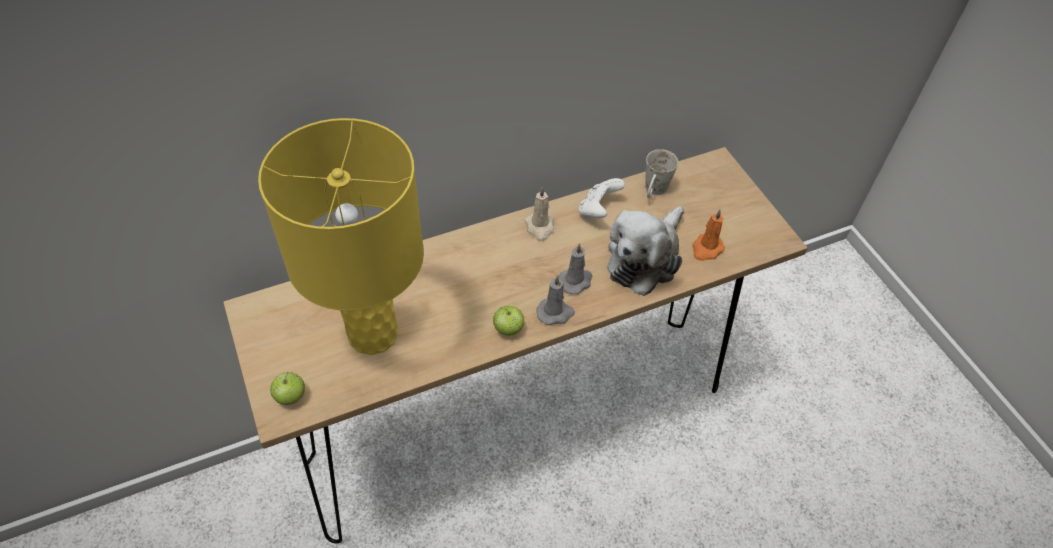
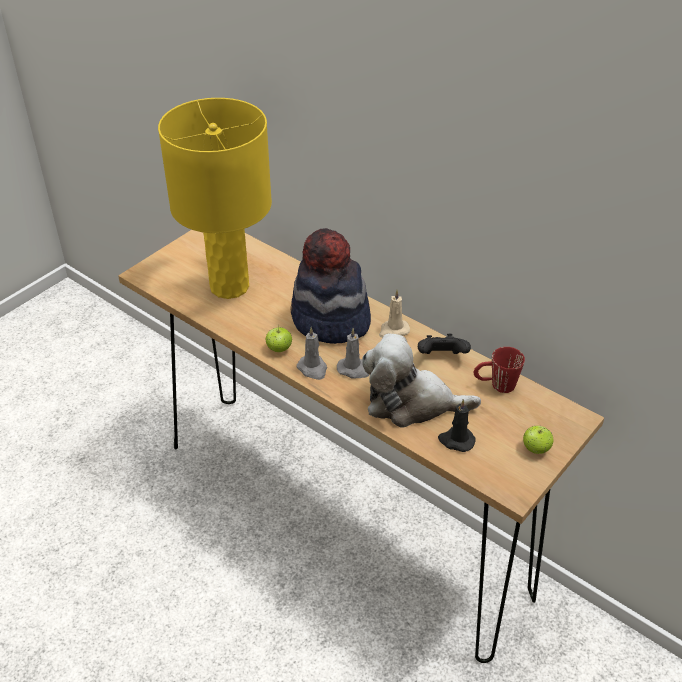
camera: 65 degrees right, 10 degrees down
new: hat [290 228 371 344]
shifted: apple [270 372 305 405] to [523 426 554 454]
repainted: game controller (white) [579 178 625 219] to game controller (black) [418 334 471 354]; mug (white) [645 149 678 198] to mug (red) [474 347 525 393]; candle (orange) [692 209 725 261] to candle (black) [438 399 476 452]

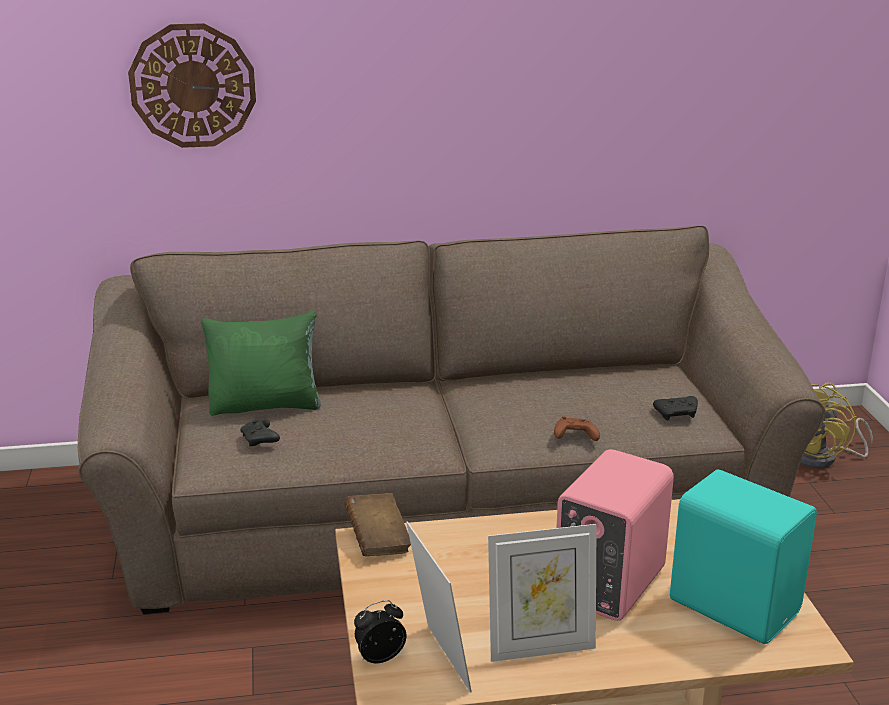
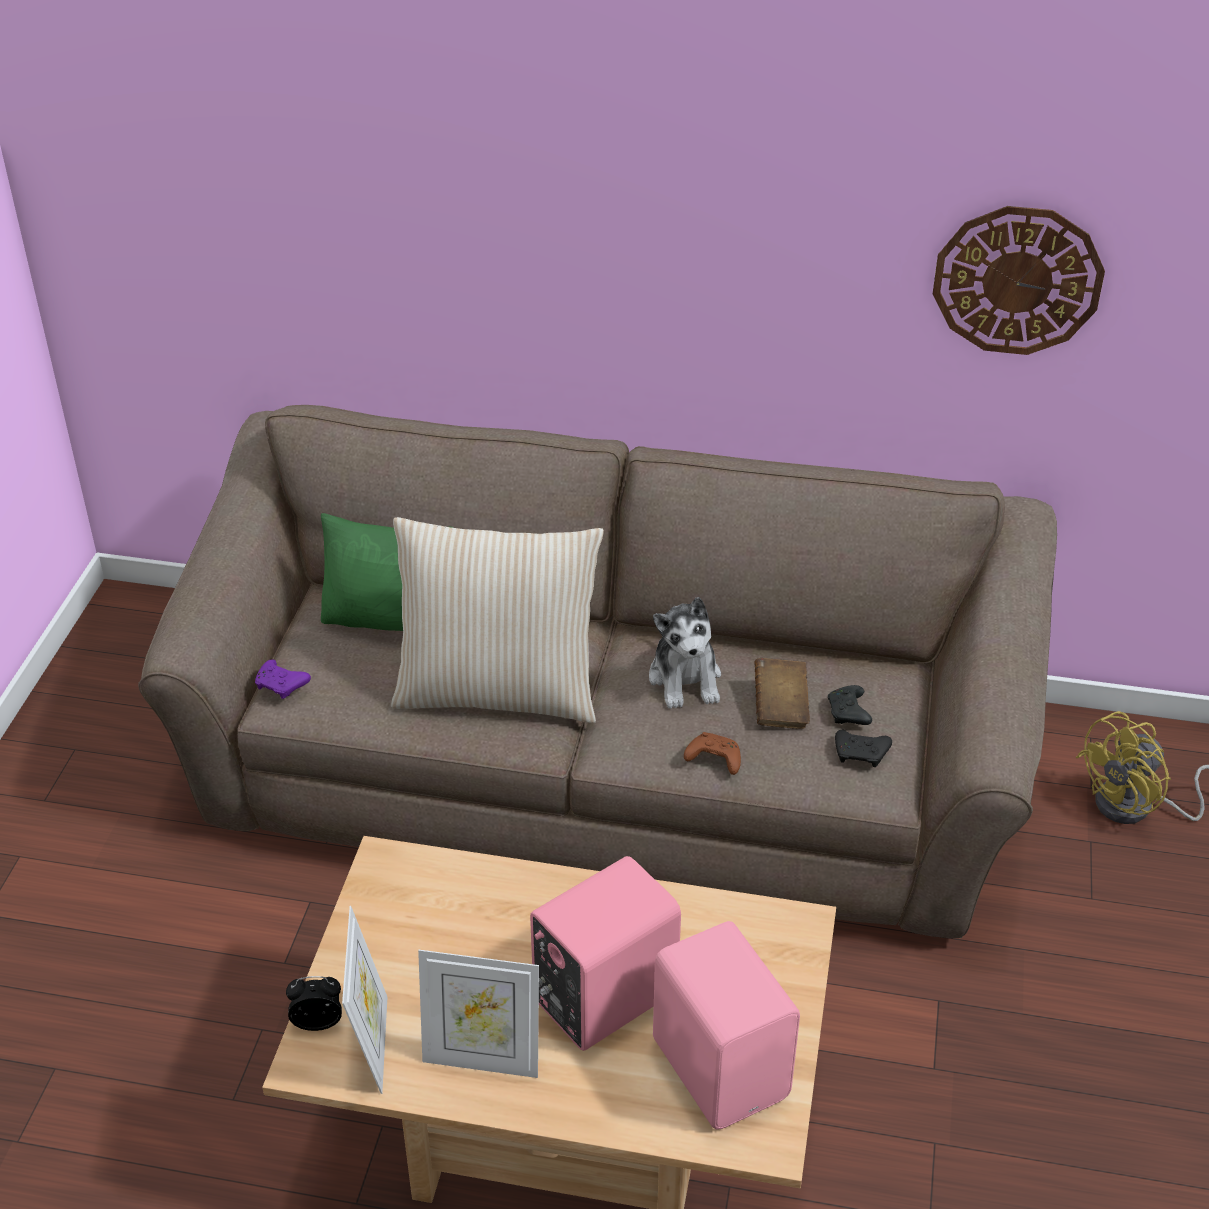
camera: 20 degrees right, 15 degrees up
new: game controller (purple) [255 660 311 699]; pillow (beige) [391 517 604 723]; plush toy [649 597 721 709]
shifted: wall clock [128 23 256 148] to [933 206 1105 355]; game controller (black) [240 419 280 446] to [828 685 872 725]; book (brown) [344 493 411 556] to [754 658 810 729]
repainted: speaker (turquoise) [670 469 817 644] to speaker (pink) [653 921 800 1130]

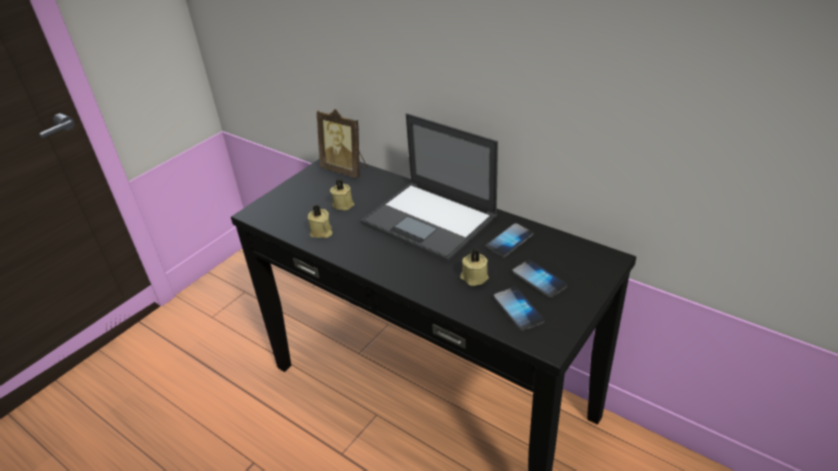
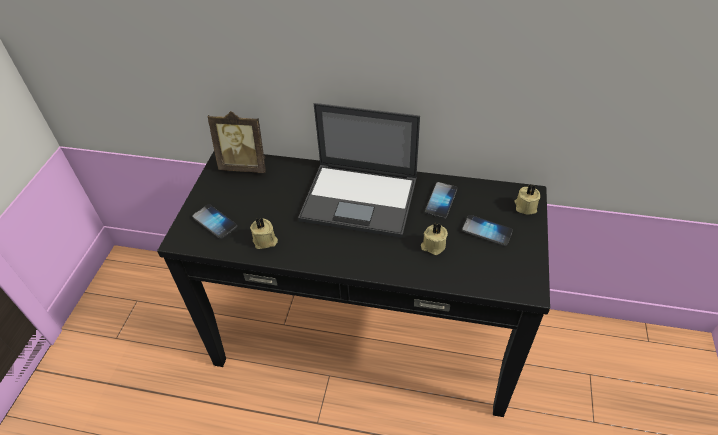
camera: 25 degrees left, 10 degrees up
shifted: candle (beige) [330 179 354 211] to [514 184 540 215]; phone [493 287 545 331] to [192 204 237 239]

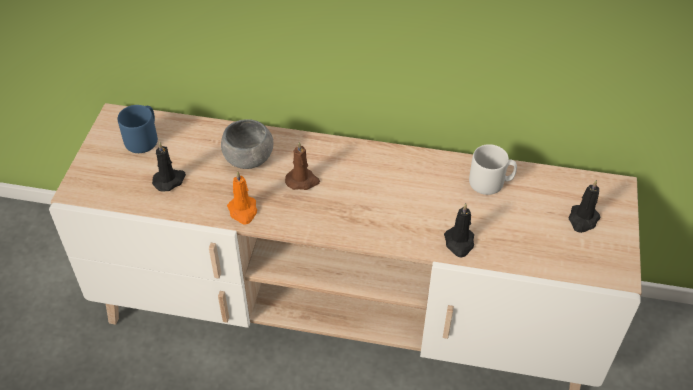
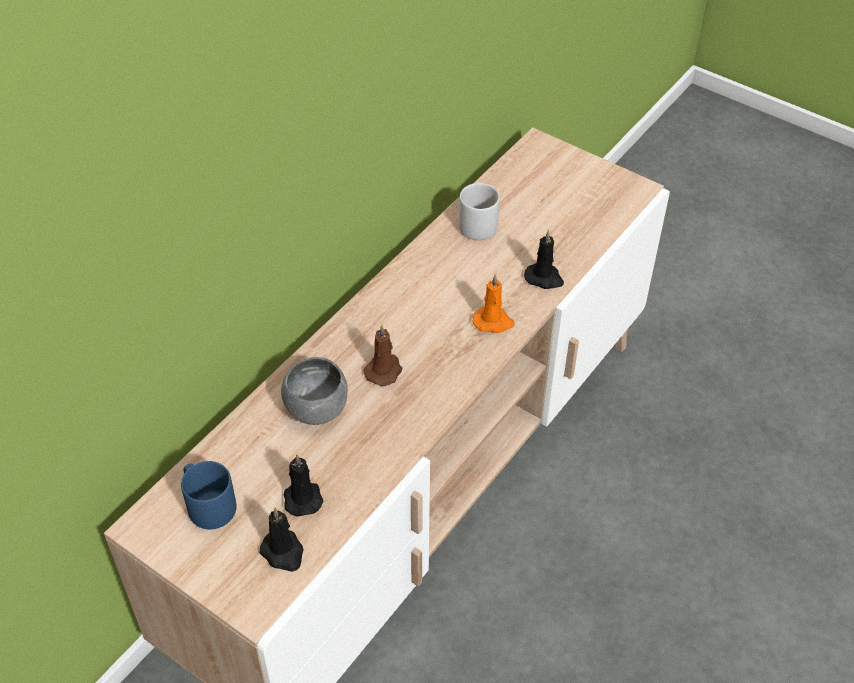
camera: 65 degrees left, 0 degrees up
shifted: candle (orange) [227 171 257 224] to [473 274 515 333]; candle (black) [569 180 600 233] to [259 508 303 572]

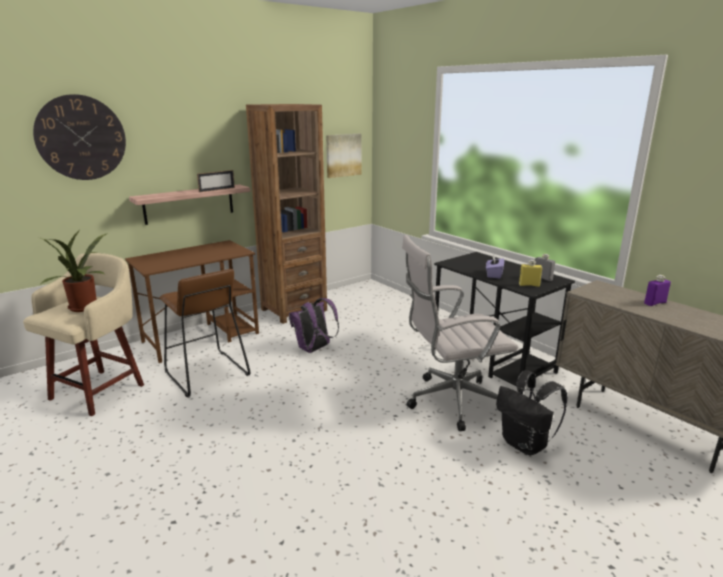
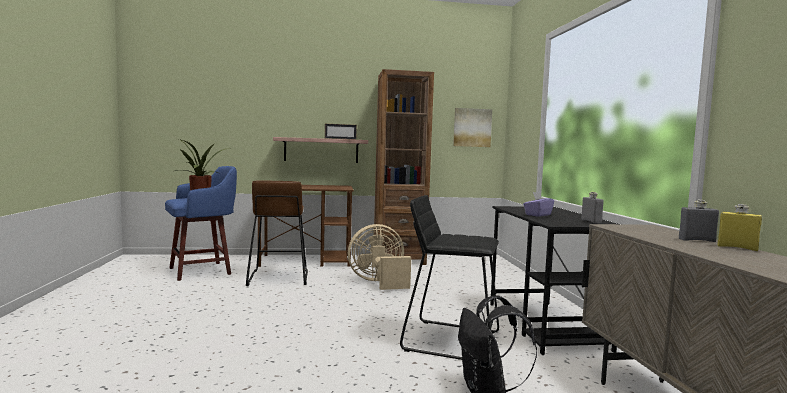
camera: 30 degrees right, 15 degrees down
gone: wall clock [33 94 126 180]
shifted: bottle (yellow) [519 260 542 287] to [717 204 762 251]
swapped: backpack (purple) [289 298 339 353] to fan (beige) [348 224 411 290]; office chair (white) [402 235 518 431] to stool (black) [400 195 499 360]
repainted: stool (beige) [23 253 144 416] to stool (blue) [165 166 237 281]; bottle (purple) [644 275 671 306] to bottle (grey) [679 200 719 242]

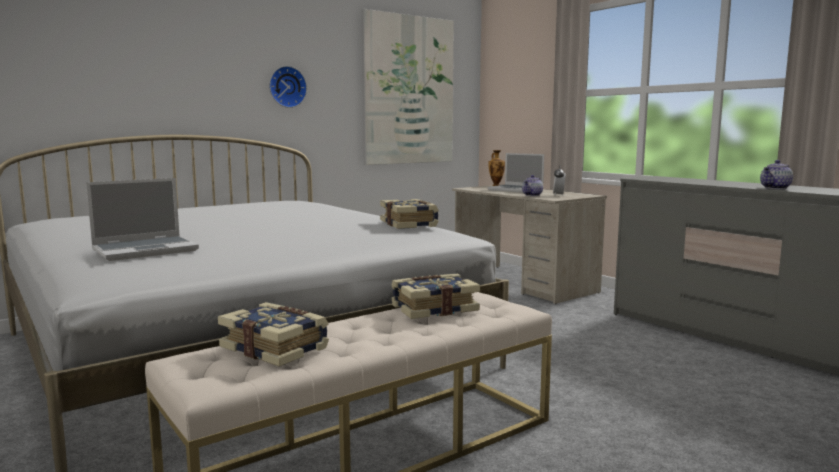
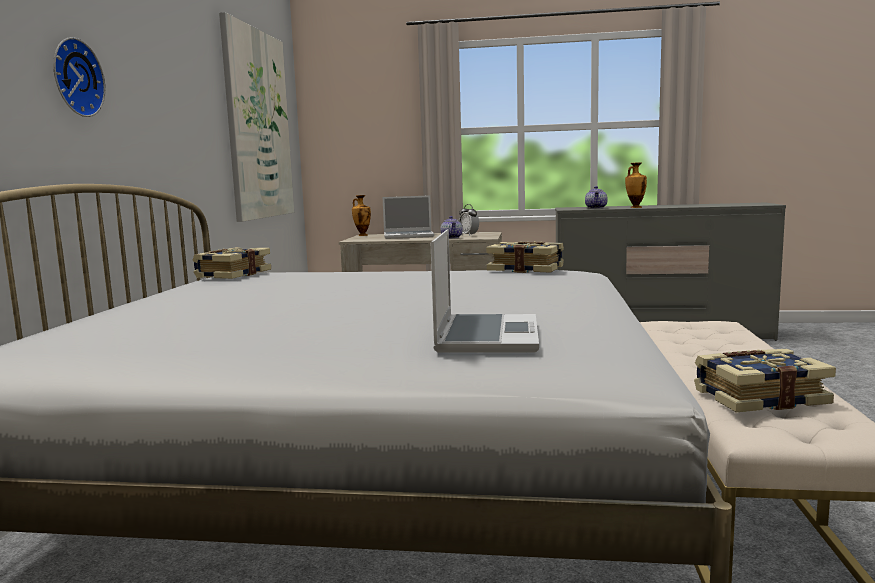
camera: 45 degrees left, 0 degrees up
new: vase [625 162 647 208]
shifted: wall clock [269 66 307 108] to [53 37 106 117]; book [391 274 480 319] to [192 247 271 279]; teapot [760 160 793 189] to [585 186 608 209]

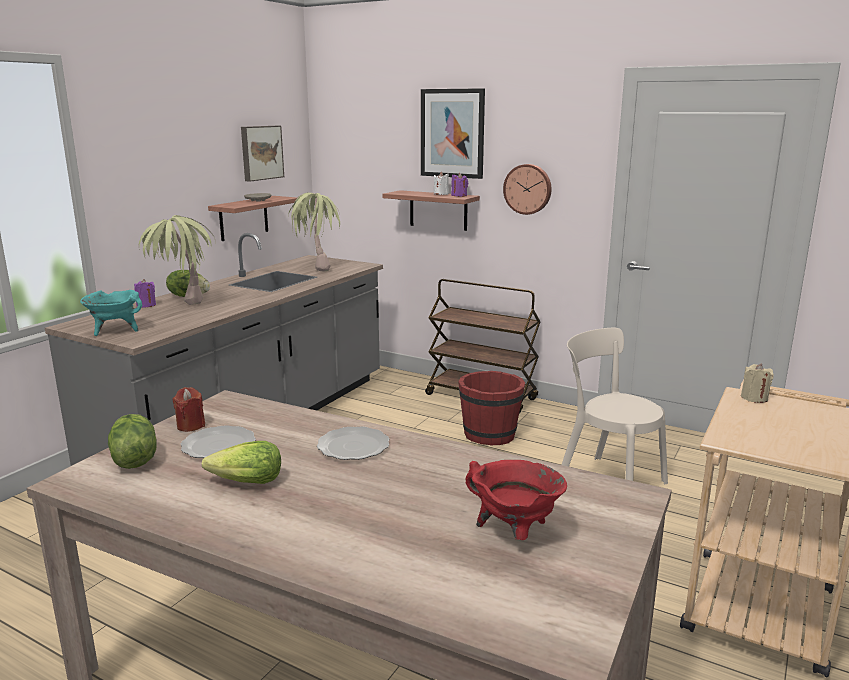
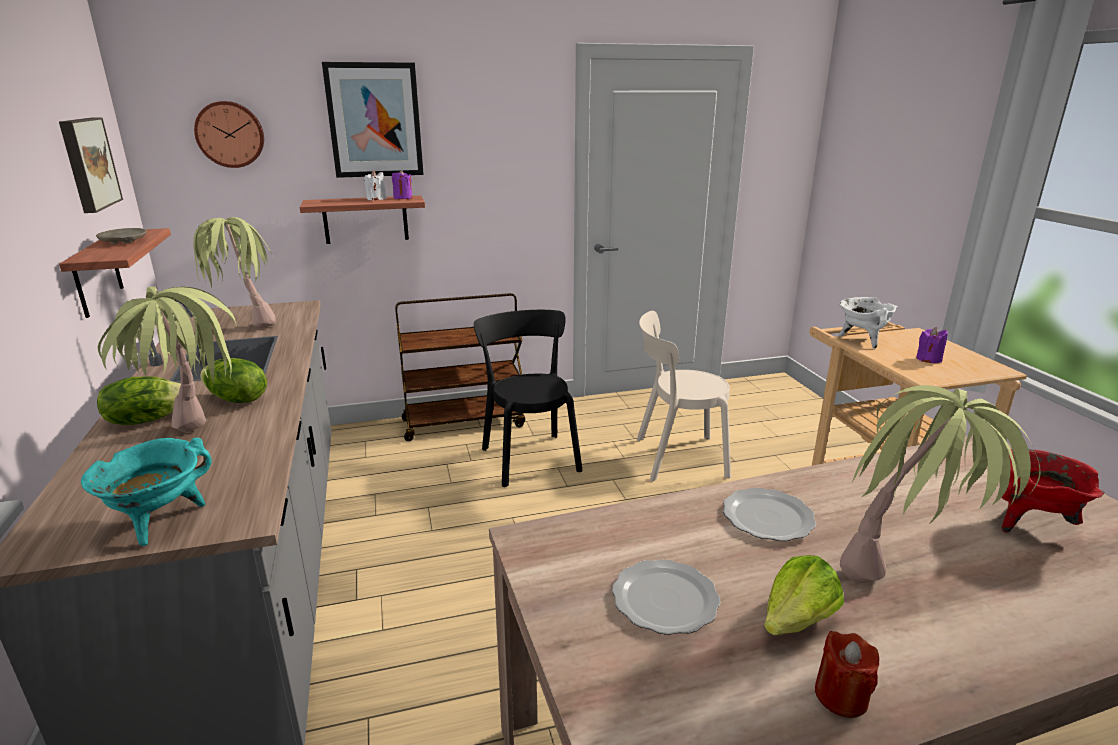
camera: 45 degrees left, 5 degrees up
new: potted plant [840 385 1041 583]
shifted: lettuce [108 414 157 469] to [200 358 267 403]; candle (purple) [134 279 156 308] to [916 327 948 363]; candle (red) [172 387 205 432] to [815 631 879 718]; wall clock [503 164 552 215] to [194 101 264 168]
swapped: bucket (red) [458 371 525 445] to chair (black) [474 310 583 487]; candle (beige) [741 364 774 403] to cooking pot (white) [838 297 898 349]

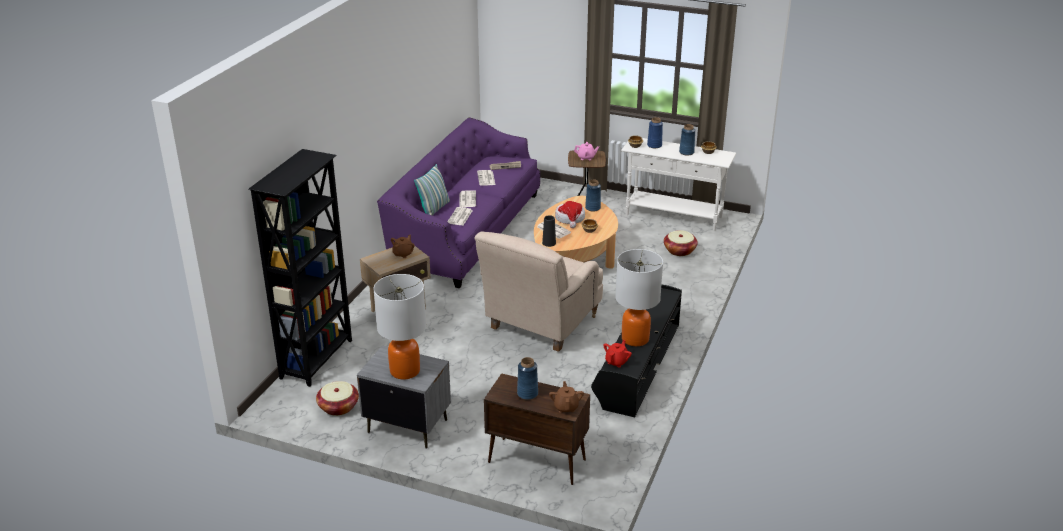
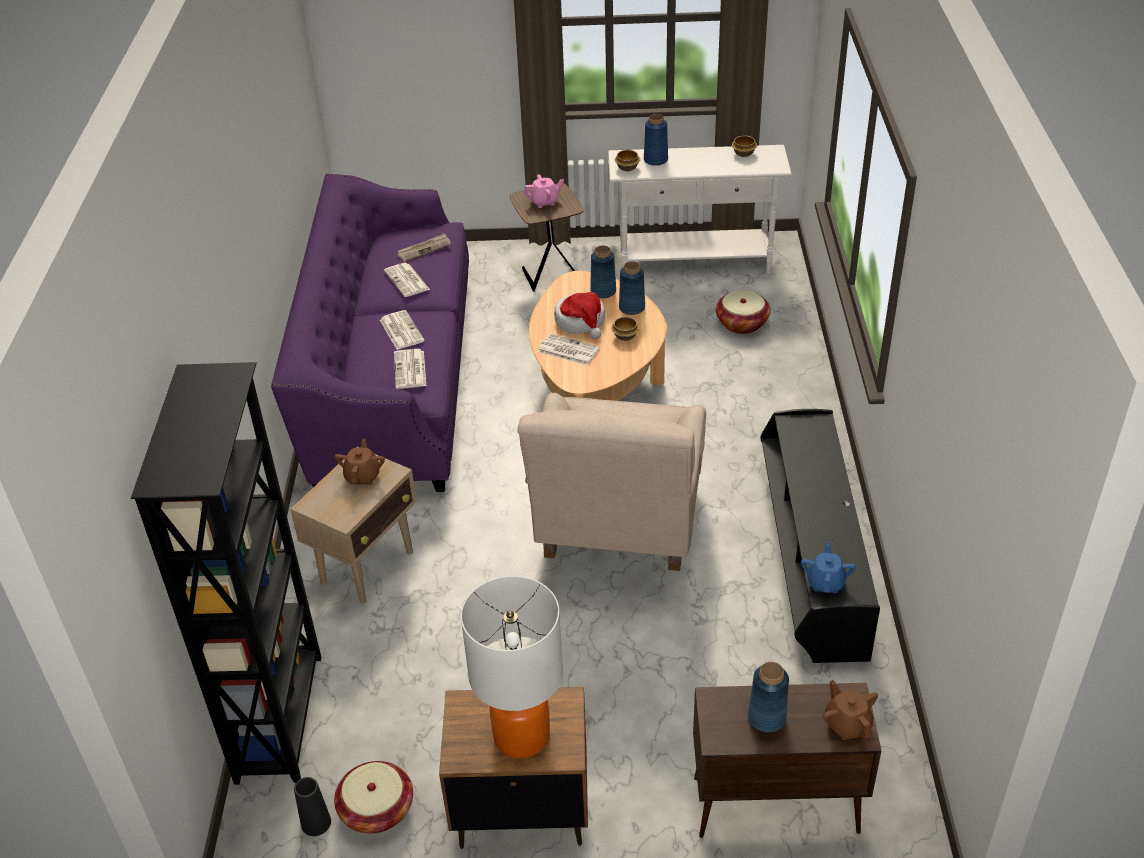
camera: 20 degrees left, 10 degrees up
gone: pillow [414 164 450 216]; table lamp [615 249 663 346]
shifted: vase (black) [542 215 556 247] to [294 777 331 836]; vase (blue) [679 124 695 156] to [619 261 645 315]
repainted: nightstand (grey) [357 345 451 449] to nightstand (brown) [439 687 588 849]; teapot (red) [603 340 632 368] to teapot (blue) [801 542 856 593]

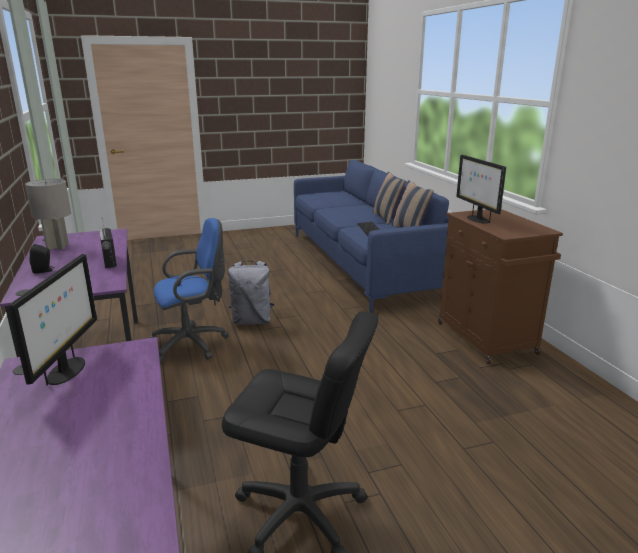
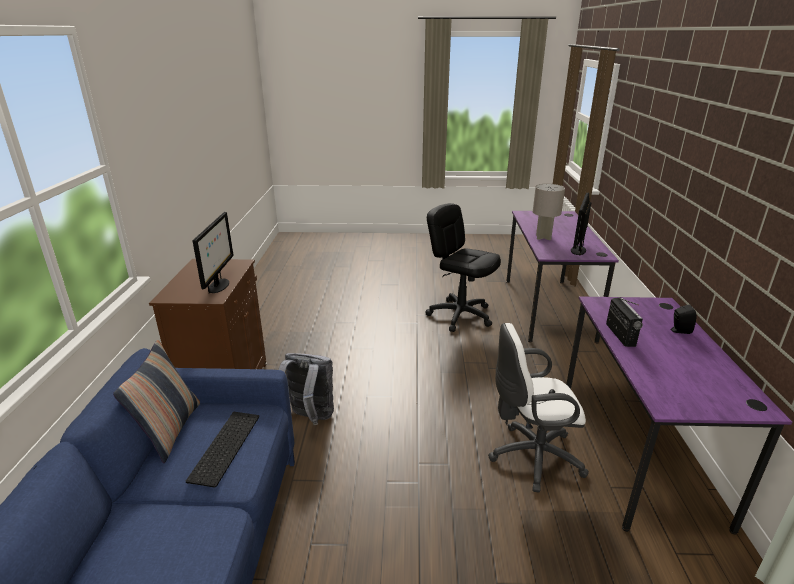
camera: 160 degrees left, 5 degrees up
gone: pillow [373 172 405 225]
shifted: table lamp (grey) [25 179 71 250] to [533 184 565 240]; backpack (grey) [228 260 274 324] to [279 353 334 425]
repainted: office chair (blue) [149 218 229 363] to office chair (white) [488 323 589 493]

